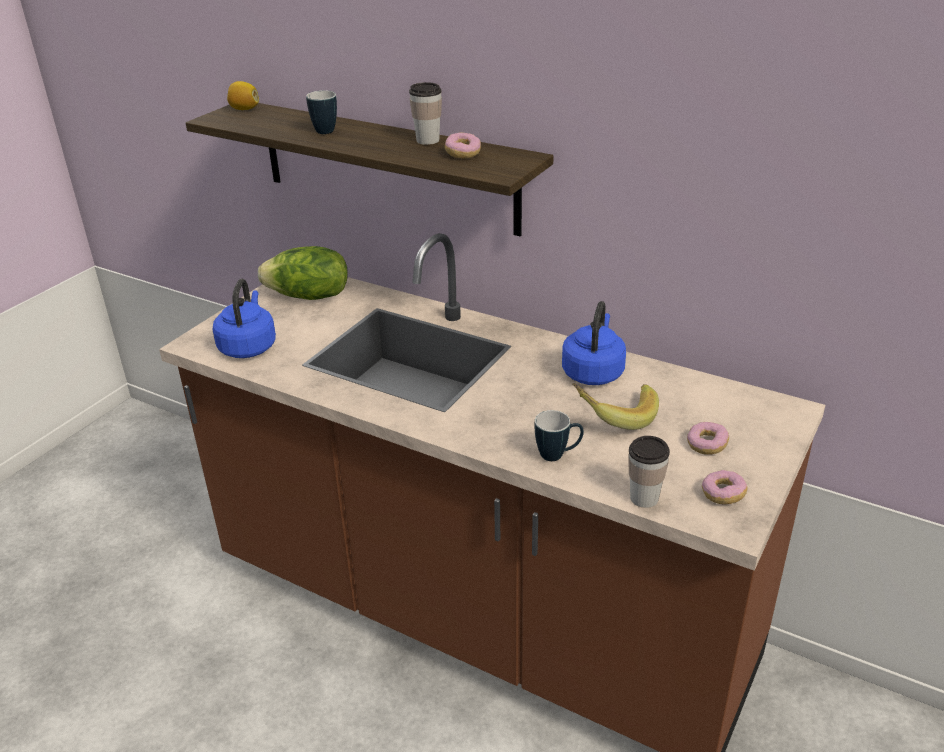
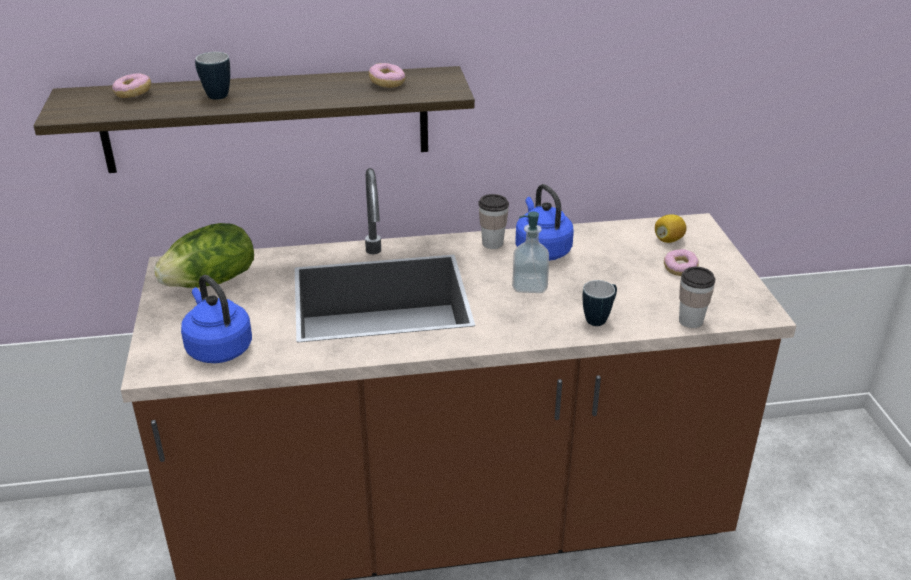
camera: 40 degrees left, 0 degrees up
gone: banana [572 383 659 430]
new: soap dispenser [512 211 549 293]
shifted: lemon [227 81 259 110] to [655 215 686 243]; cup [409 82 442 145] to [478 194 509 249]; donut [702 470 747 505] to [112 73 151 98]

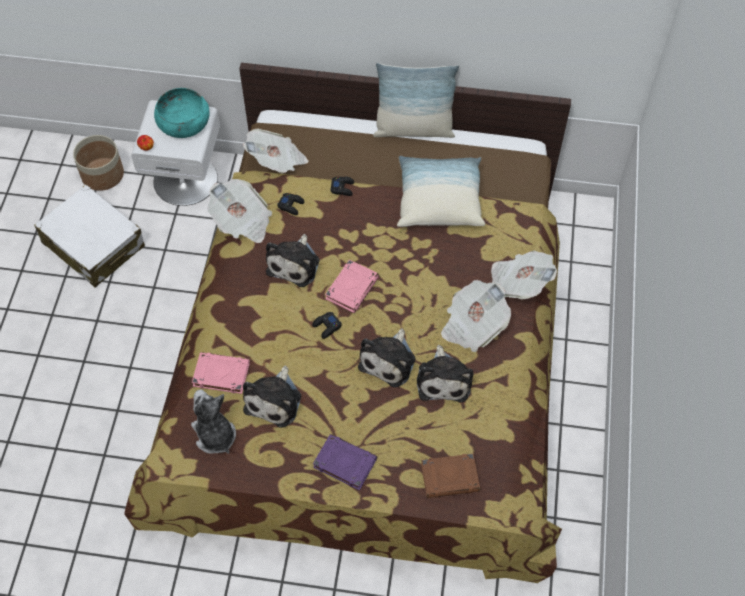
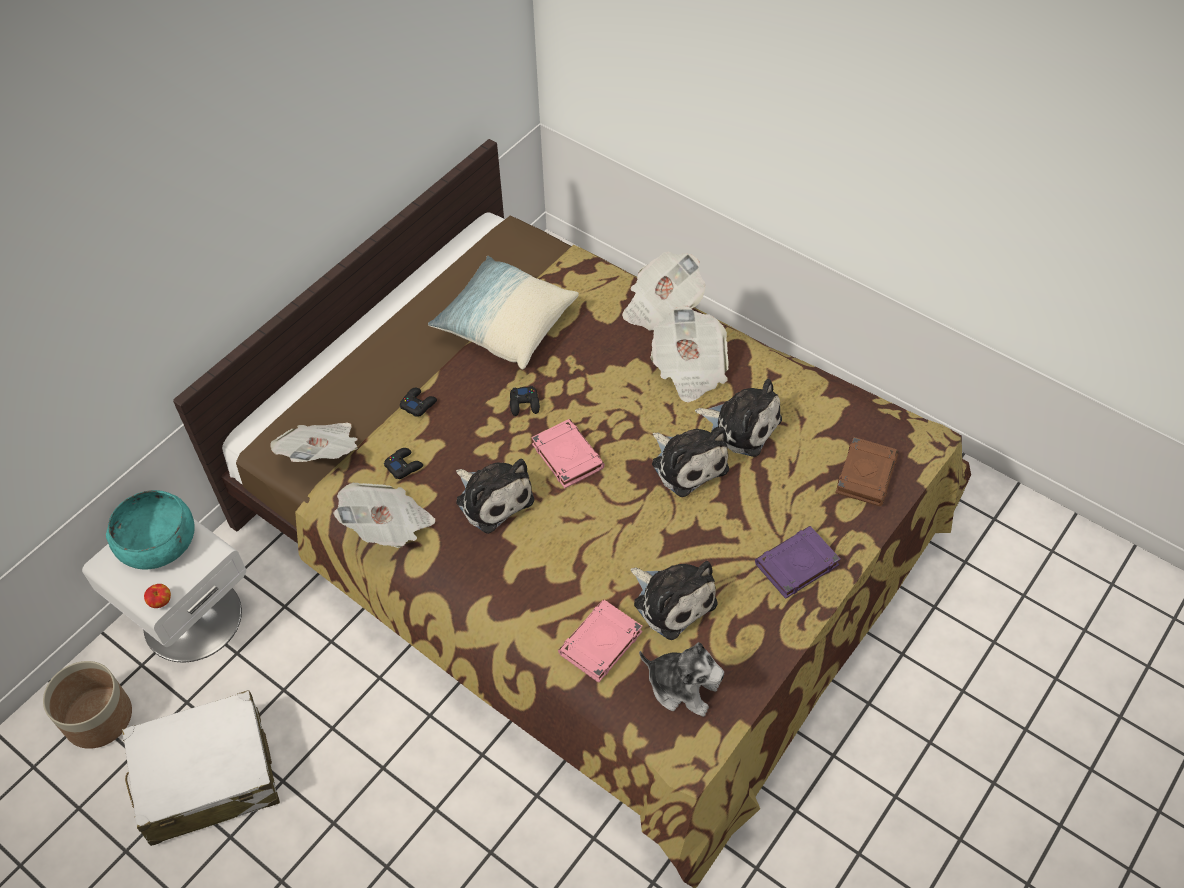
camera: 60 degrees left, 5 degrees down
gone: pillow [373 63 459 138]
shifted: game controller (black) [312 312 342 339] to [510 386 540 416]
rotated: plush toy [191 389 236 454] = [639 642 724 717] 150 degrees counterclockwise

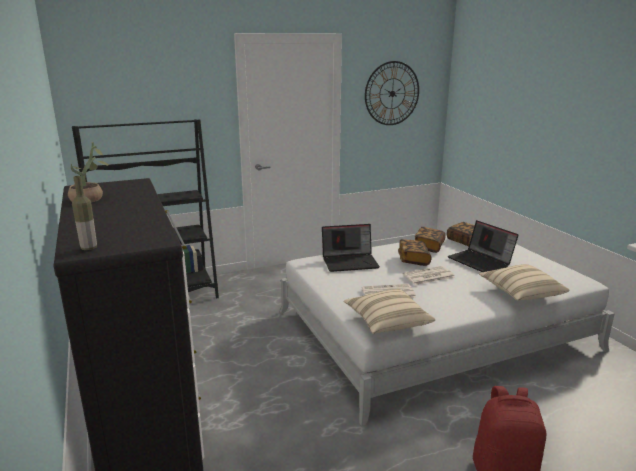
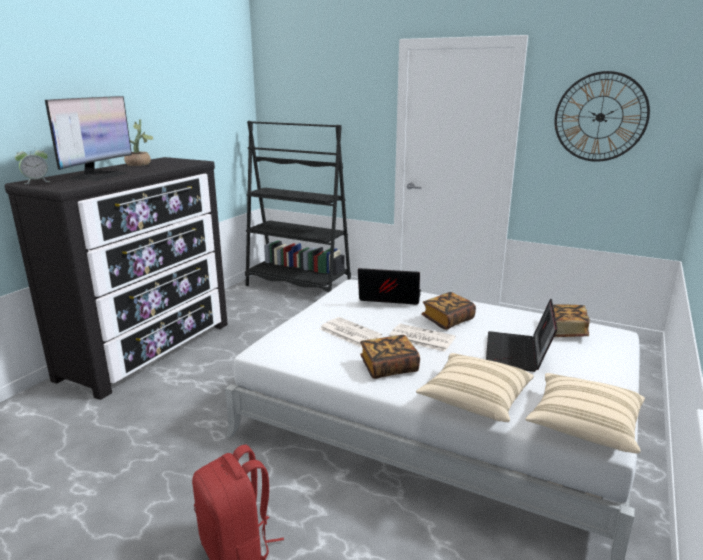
camera: 50 degrees right, 0 degrees up
new: monitor [45 96 132 182]
shifted: pillow (beige) [344 289 435 334] to [525 373 645 454]; book [415 227 445 253] to [360 335 420 379]
swapped: bottle [72 176 97 250] to alarm clock [15 146 51 184]
rotated: laptop [322 224 380 272] = [358 268 421 305] 150 degrees clockwise

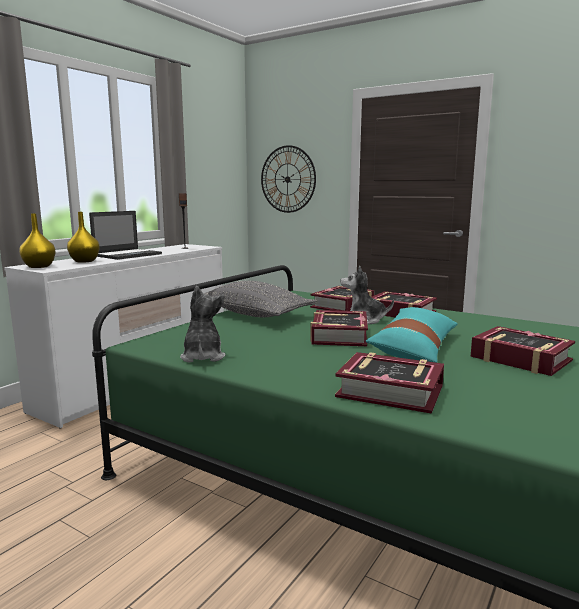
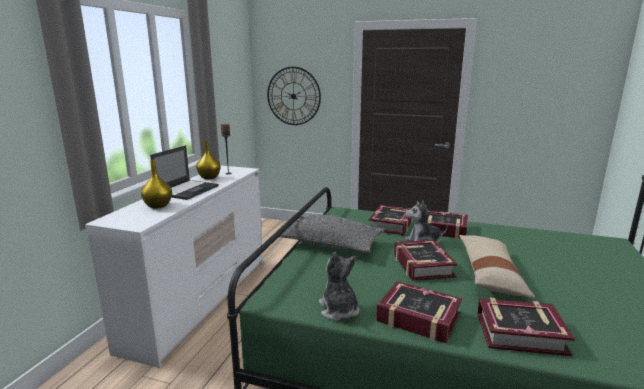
camera: 15 degrees left, 5 degrees up
shifted: vase (yellow) [19 213 56 268] to [196 140 221 179]; book [470 326 575 376] to [376 281 462 343]
repainted: pillow (turquoise) [365 307 458 363] to pillow (beige) [459 235 535 298]

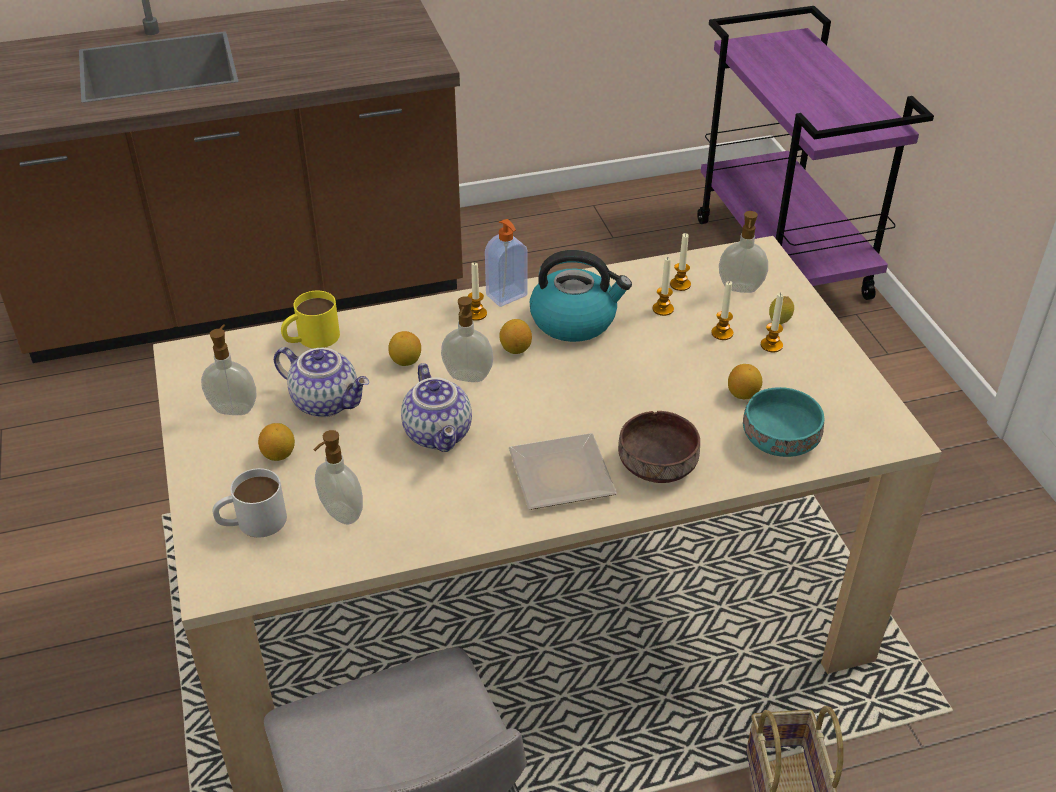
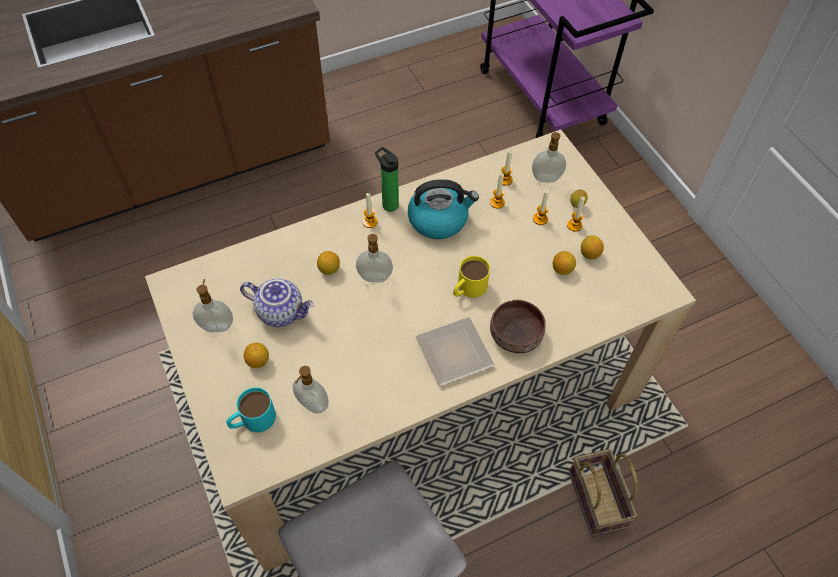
camera: 10 degrees left, 15 degrees up
gone: teapot [401 363 472 452]; bowl (turquoise) [743 387 824 457]
shifted: mug (yellow) [281 291 340 348] to [453 256 490 298]; lemon [499 319 532 354] to [581 235 604 259]
swapped: soap dispenser [485 219 528 307] to bottle [375 147 399 212]
repainted: mug (white) [212 468 287 537] to mug (turquoise) [226 387 276 432]

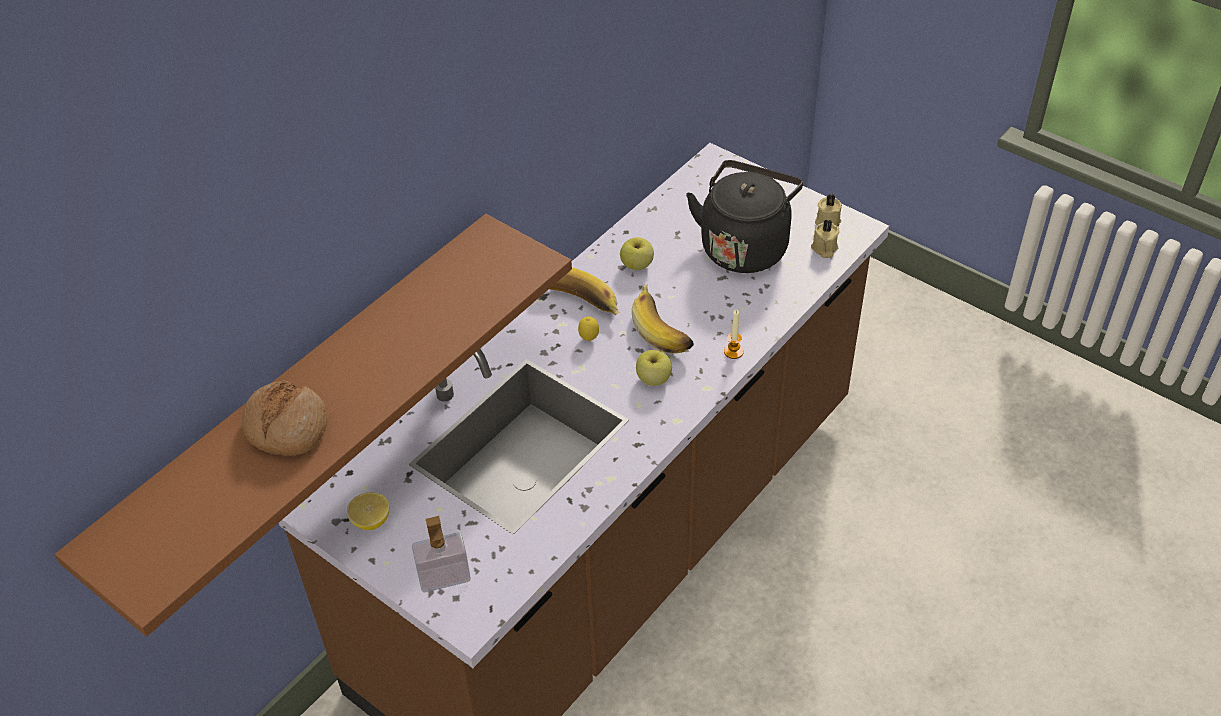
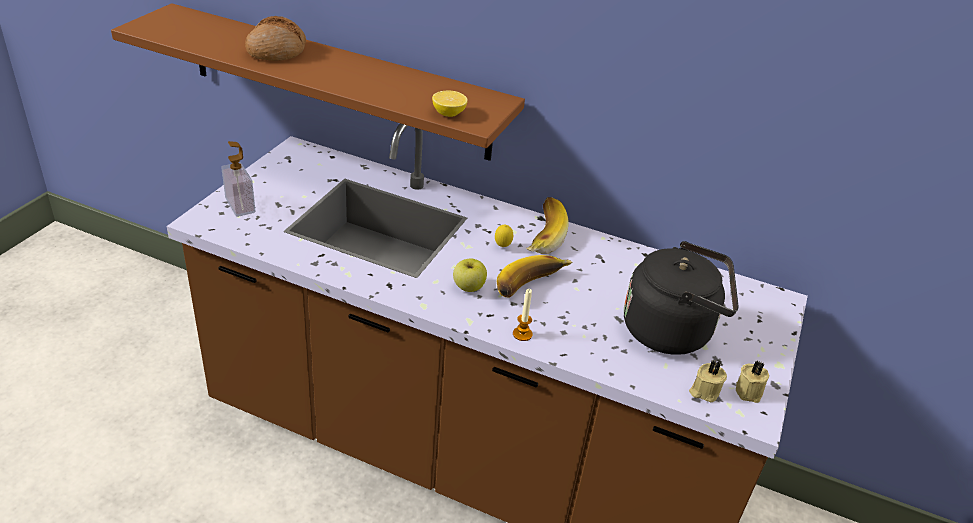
camera: 70 degrees right, 10 degrees down
gone: apple [620 237 654 270]
shifted: lemon [347 492 390 530] to [432 90 468 117]

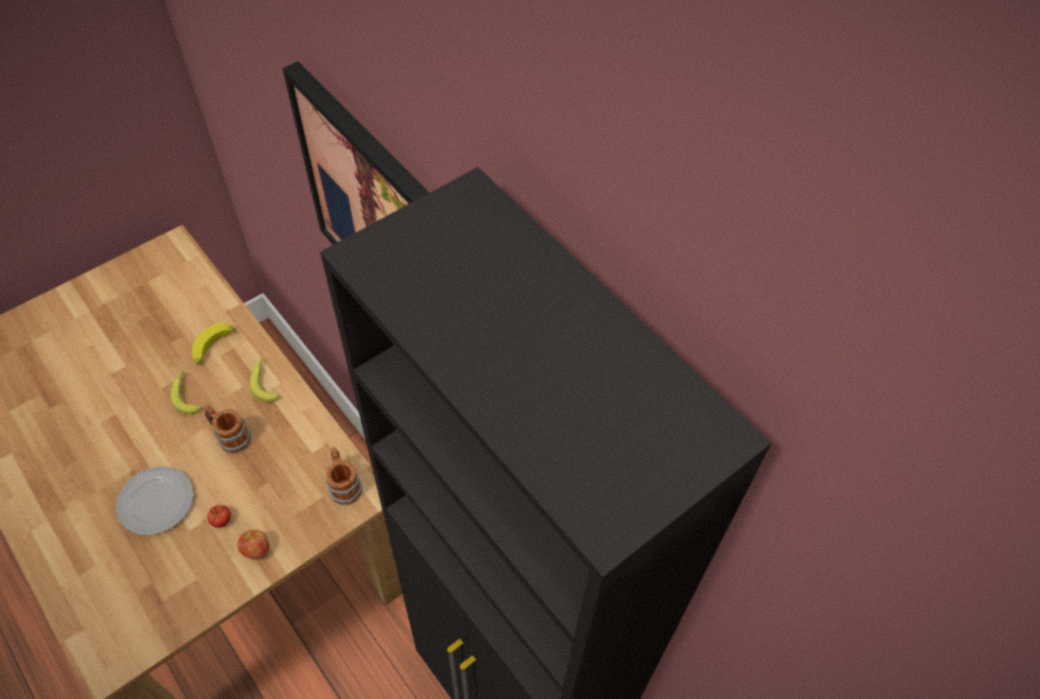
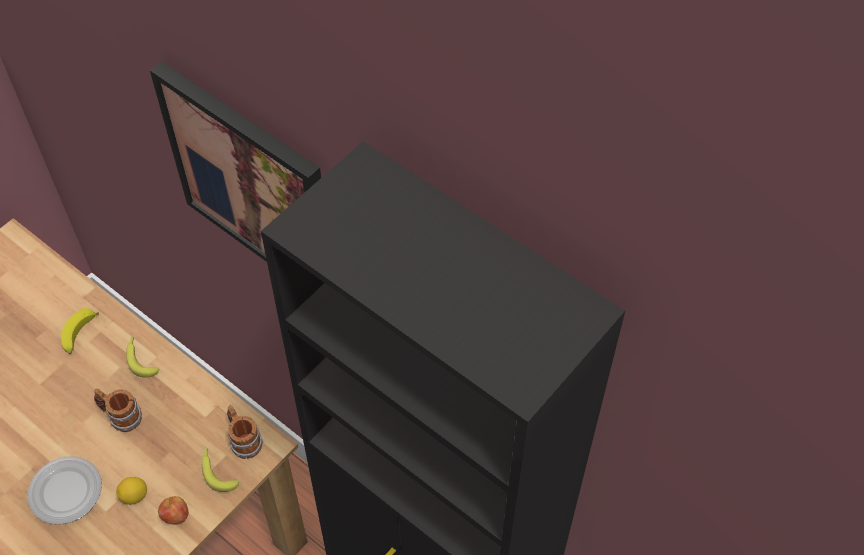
camera: 10 degrees left, 0 degrees up
shifted: banana [170 370 201 415] to [202 447 239 492]
swapped: tomato [207 505 231 528] to lemon [116 477 147 505]

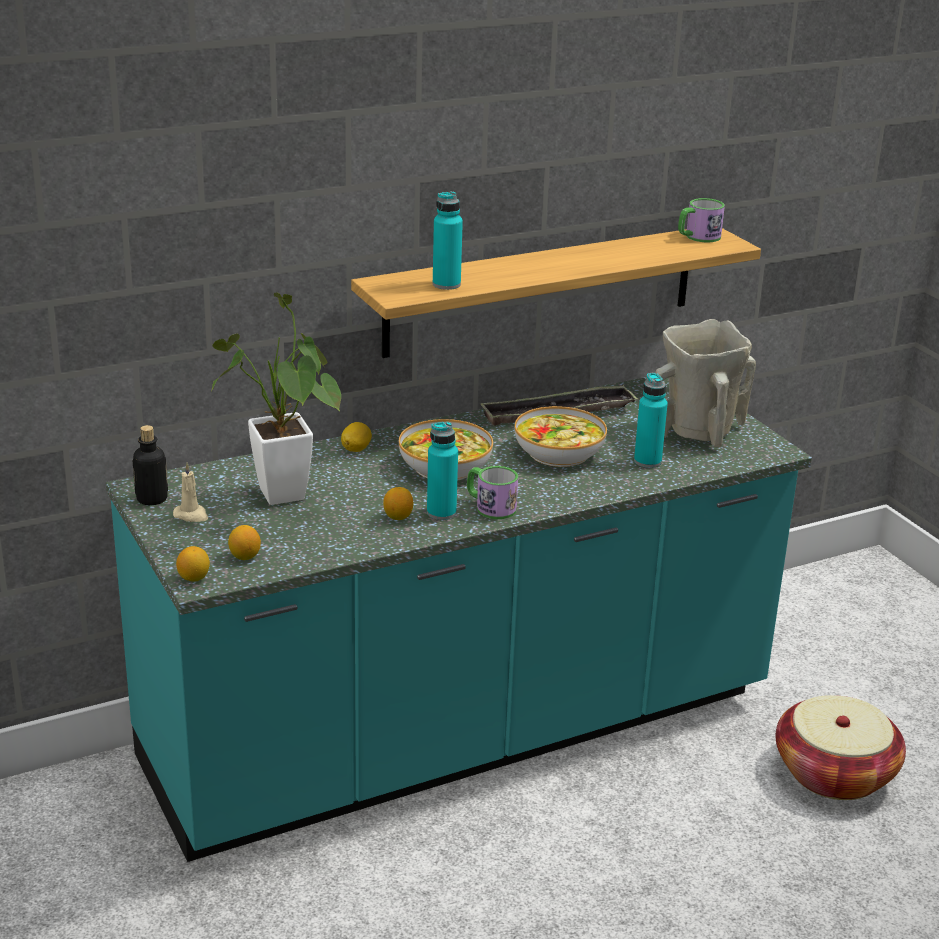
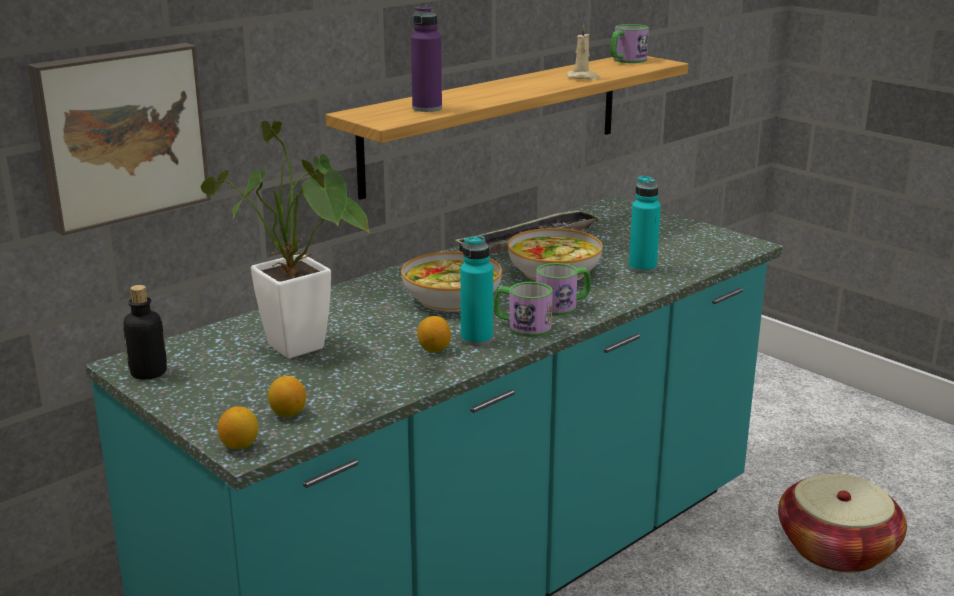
camera: 15 degrees left, 5 degrees down
gone: lemon [341 422 372 452]; vase (beige) [655 319 756 447]
new: picture [28 43 211 235]; mug [536 263 591 316]
shifted: candle (beige) [173 462 208 522] to [567 24 600 79]
repainted: bottle (turquoise) [433 191 463 290] to bottle (purple) [411 6 442 112]

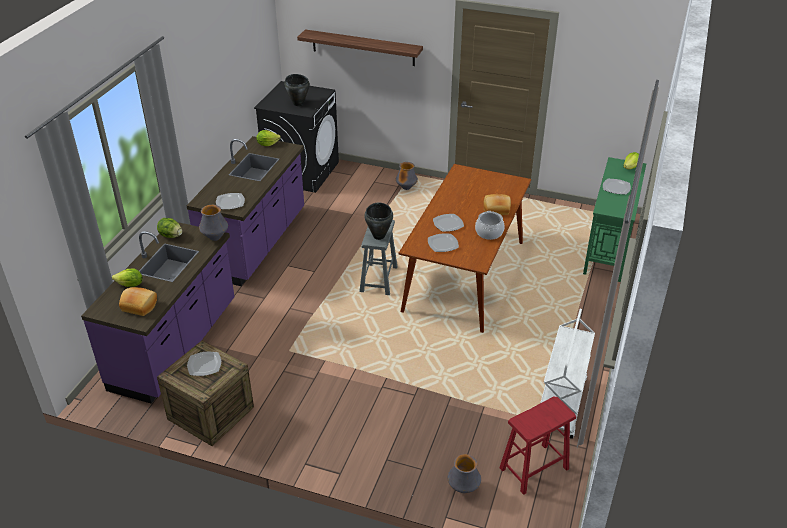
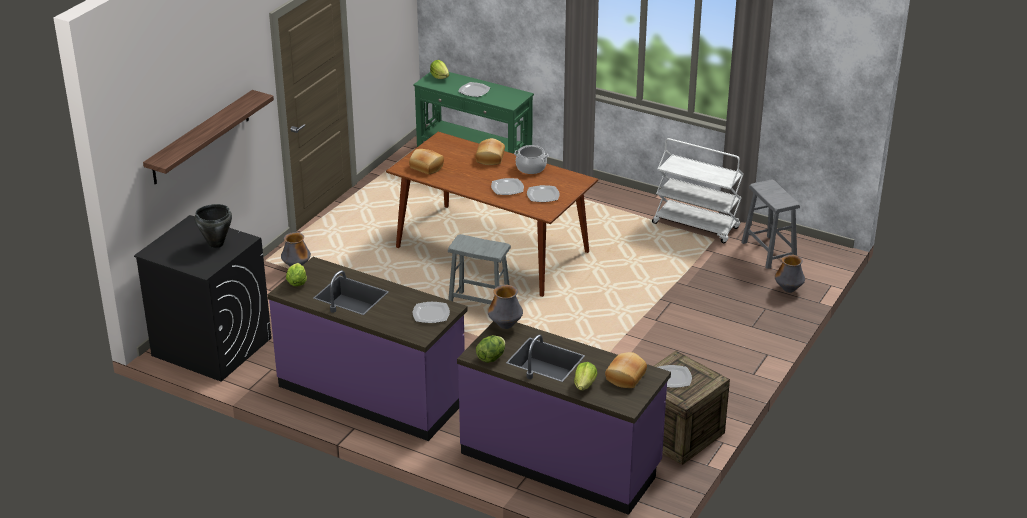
camera: 80 degrees left, 5 degrees down
gone: cooking pot (black) [364 203 393 240]
new: bread [409 149 444 174]
repainted: stool (red) [499 397 576 495] to stool (grey) [741 179 800 269]

